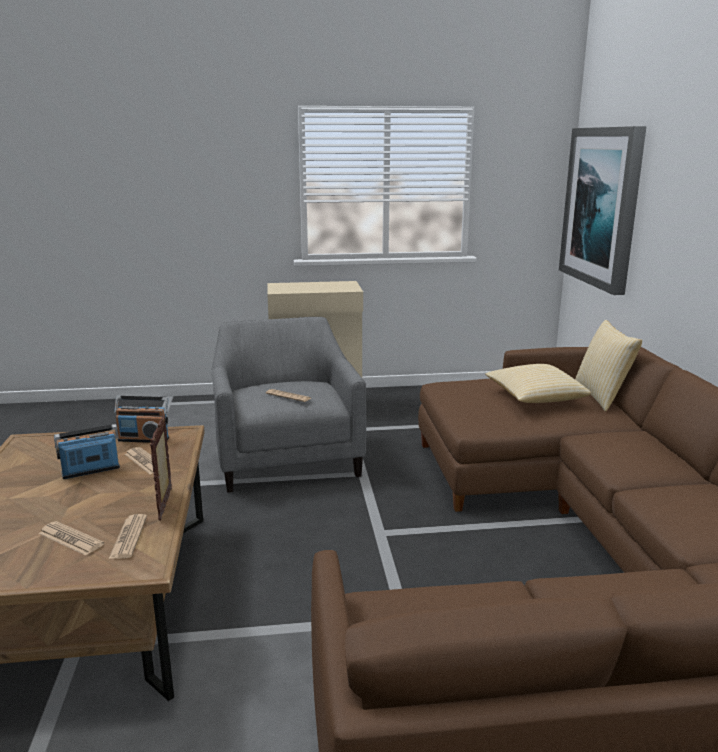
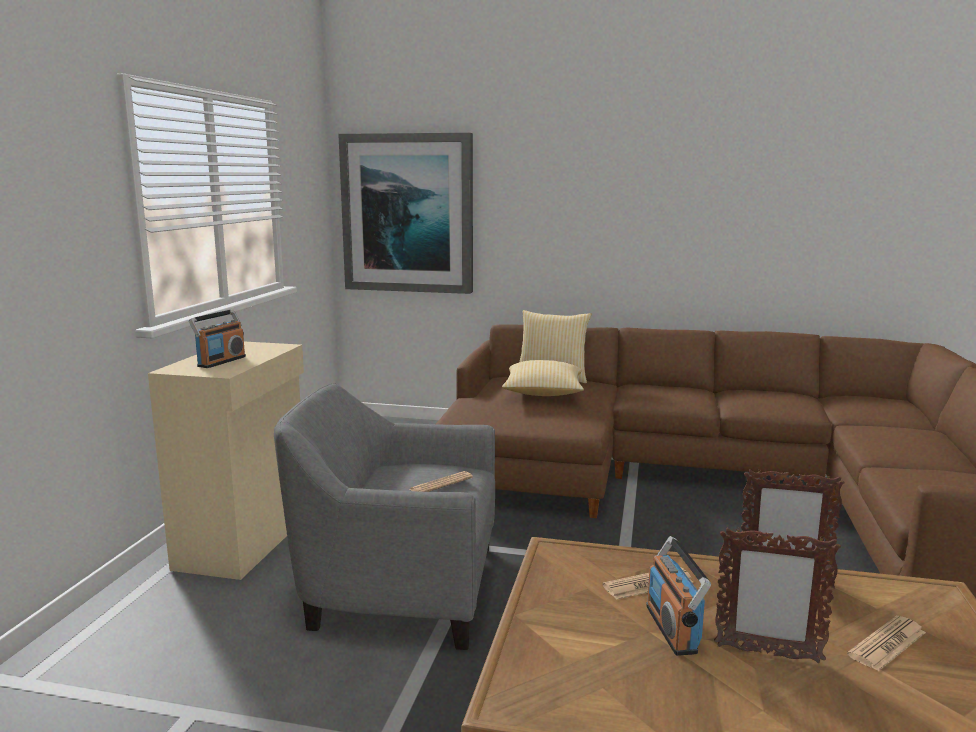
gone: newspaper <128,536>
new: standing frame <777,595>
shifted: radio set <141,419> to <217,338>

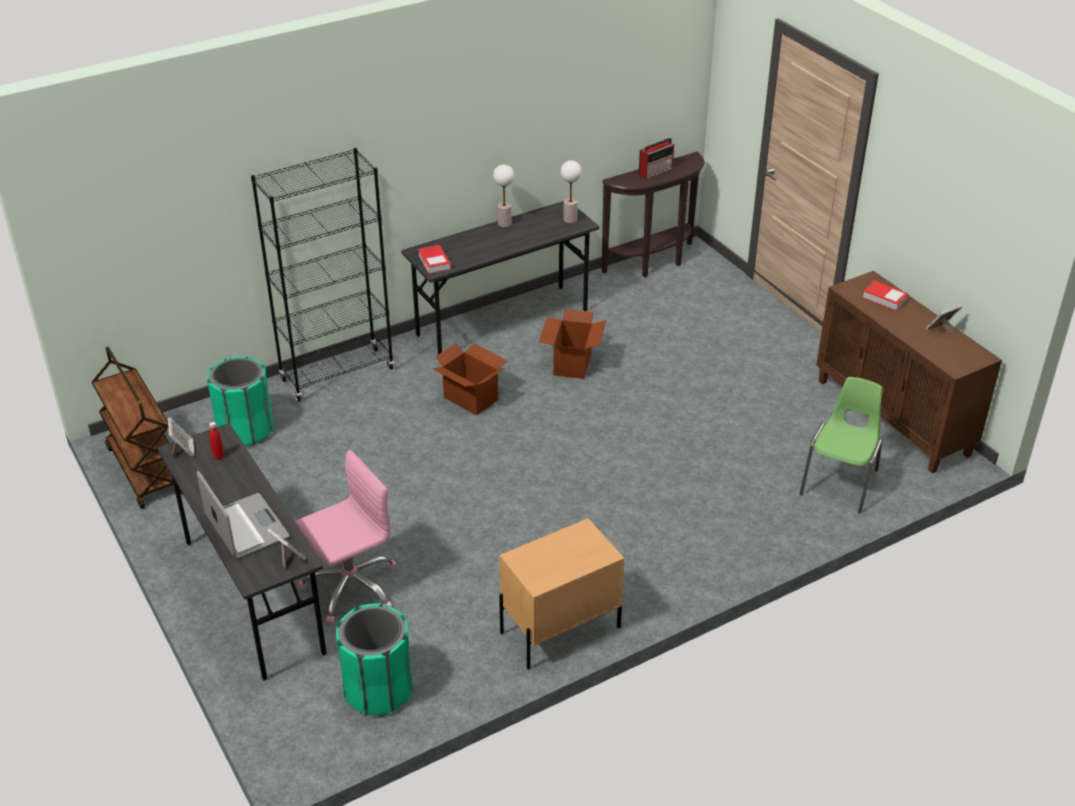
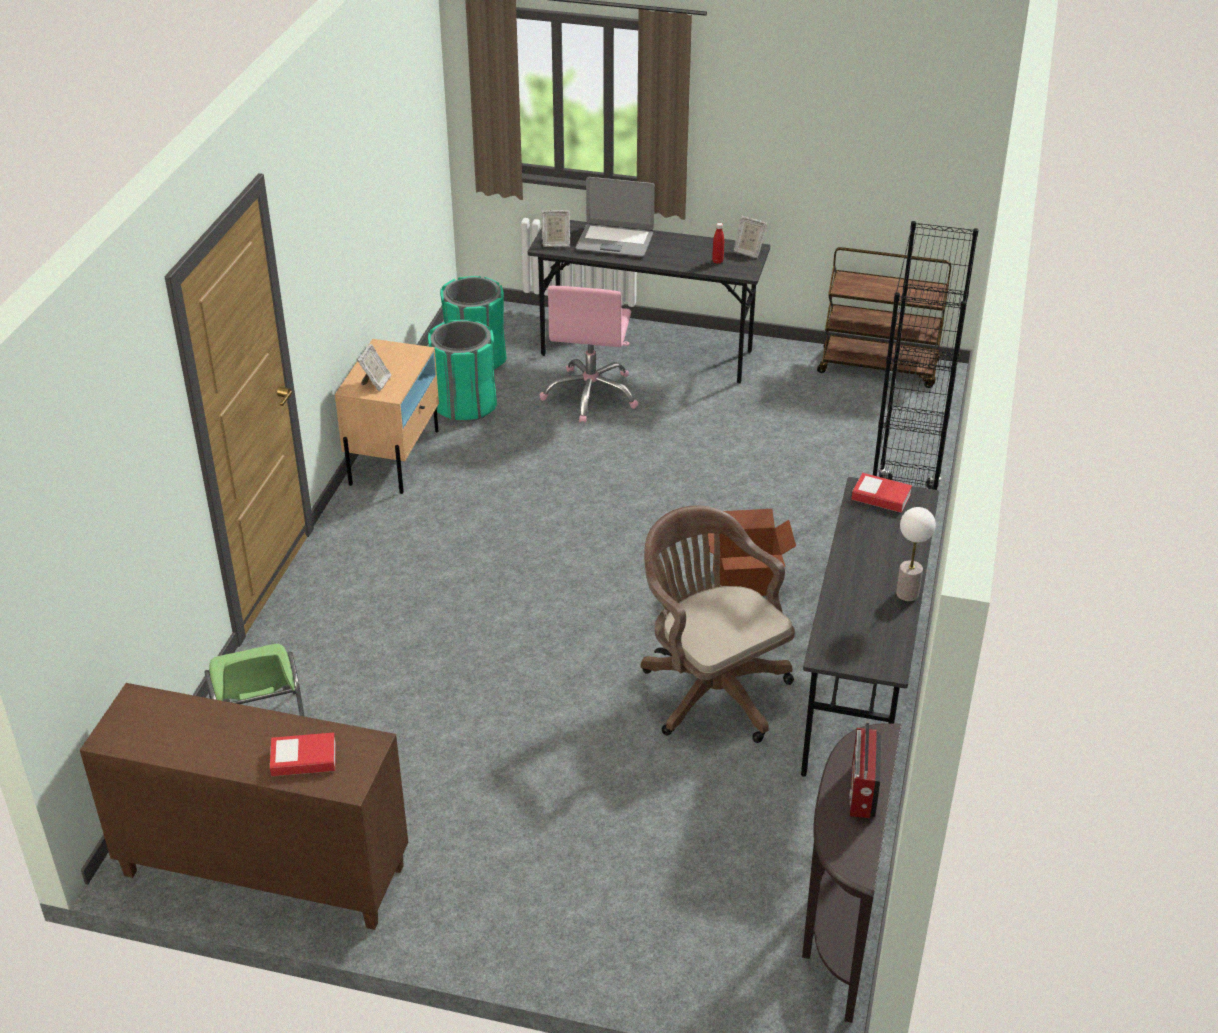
gone: tabletop lamp <571,191>
shifted: standing frame <944,319> to <374,367>; greenish waste bin <240,401> to <462,371>
swapped: cardboard box <572,344> to brown-coloured desk chair <718,624>

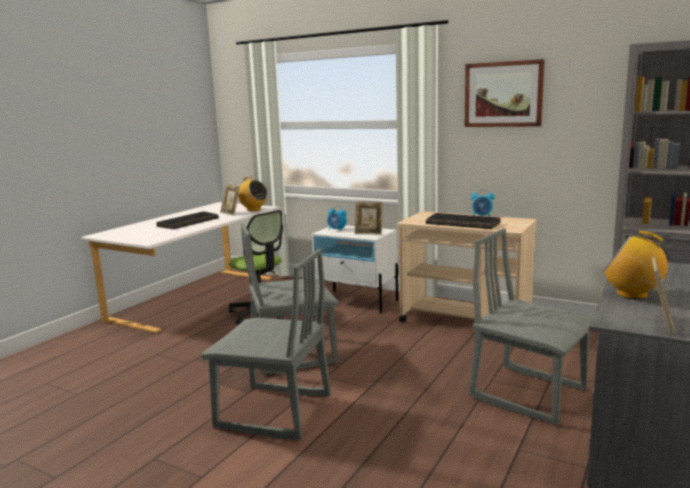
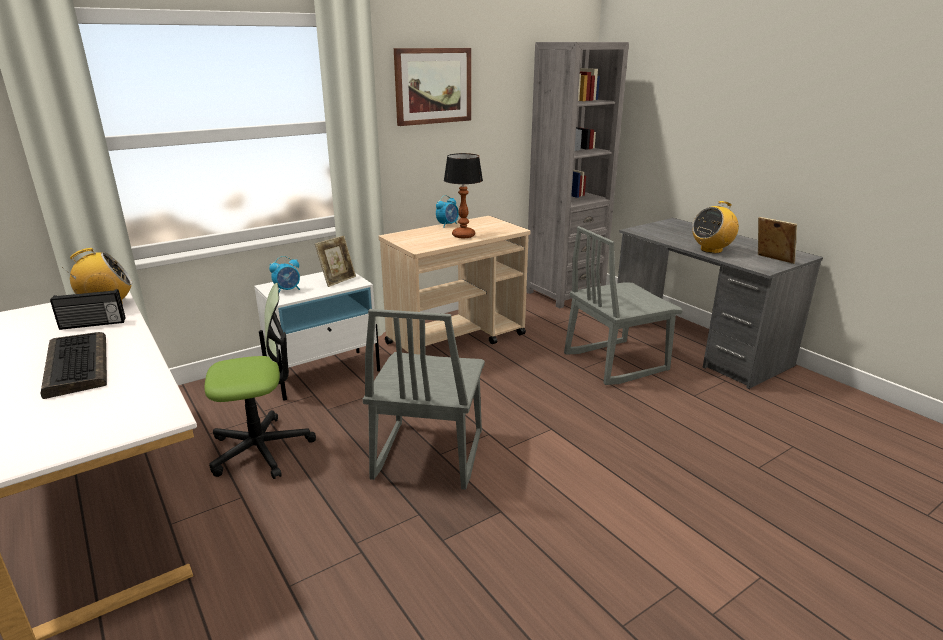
gone: greyish plain chair <266,344>
swapped: standing frame <230,200> to radio set <88,309>; computer keyboard <463,221> to tabletop lamp <463,195>

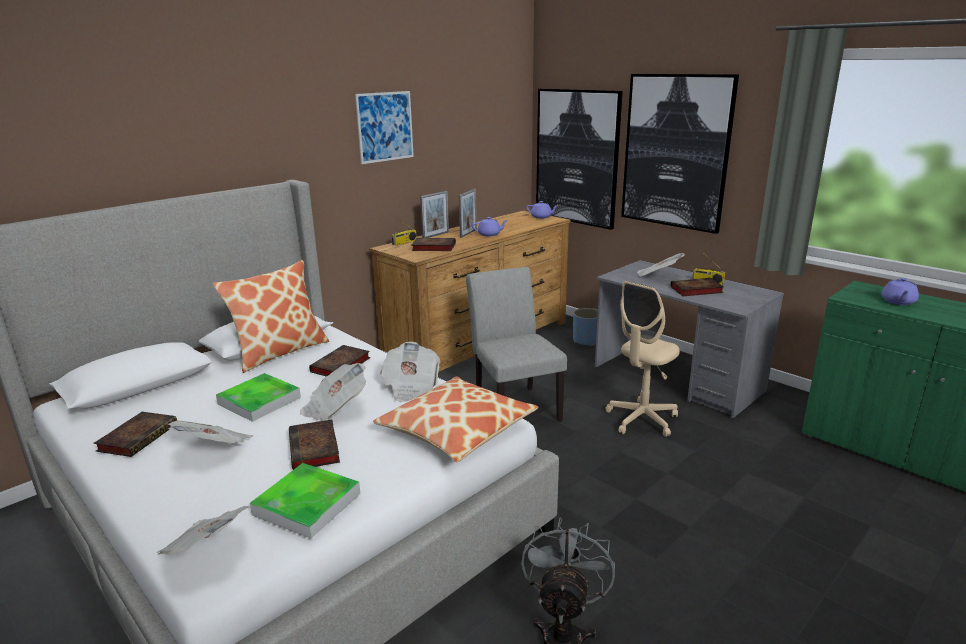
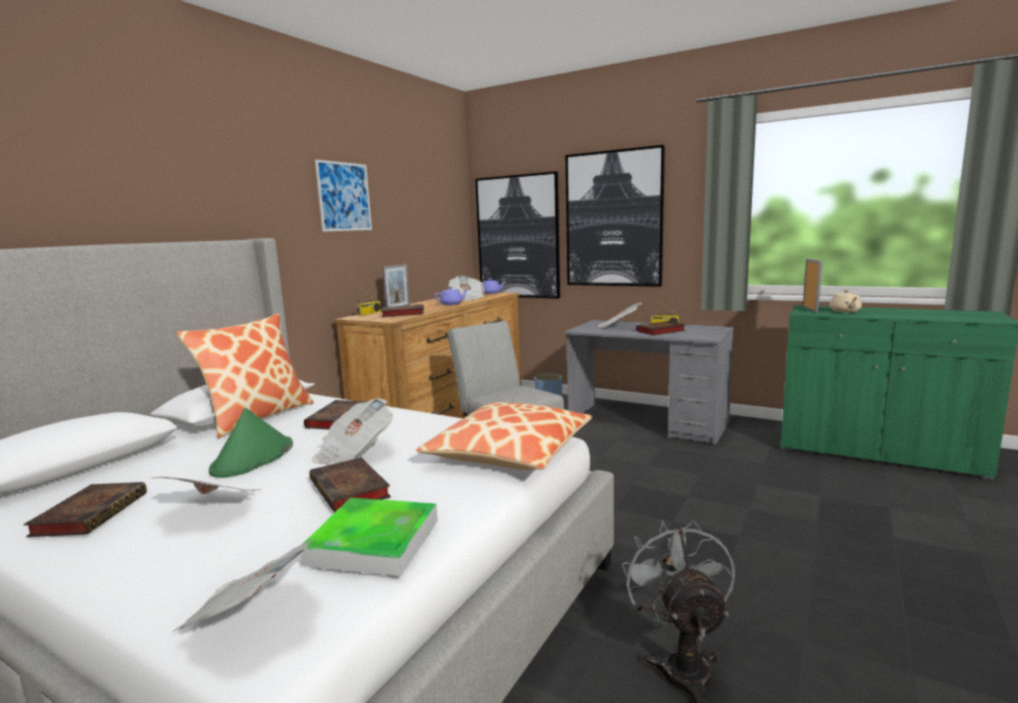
gone: beige desk chair <642,359>
shifted: standing frame <468,213> to <812,286>; newspaper <410,372> to <466,288>
swapped: serving tray <258,397> to greenish hat <251,443>
repainted: purplish tea pot <900,291> to beige tea pot <846,301>

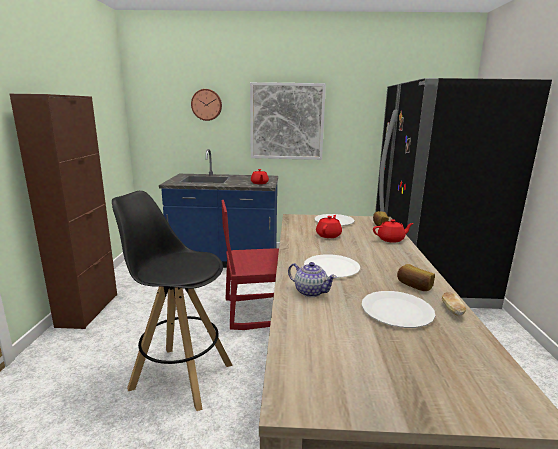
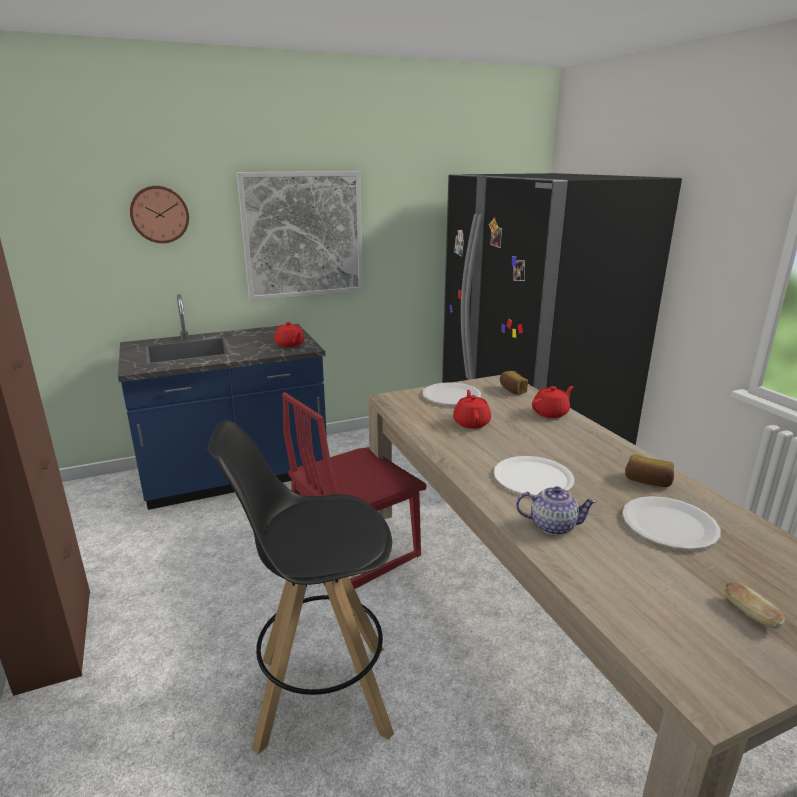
shifted: bread <454,304> to <754,604>

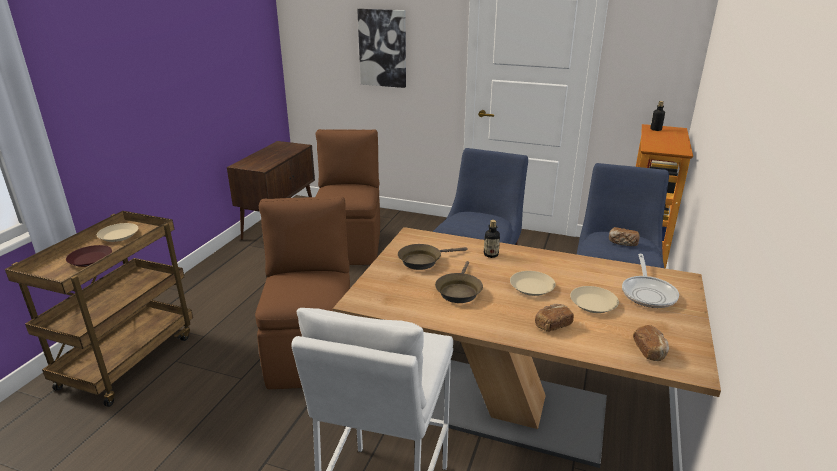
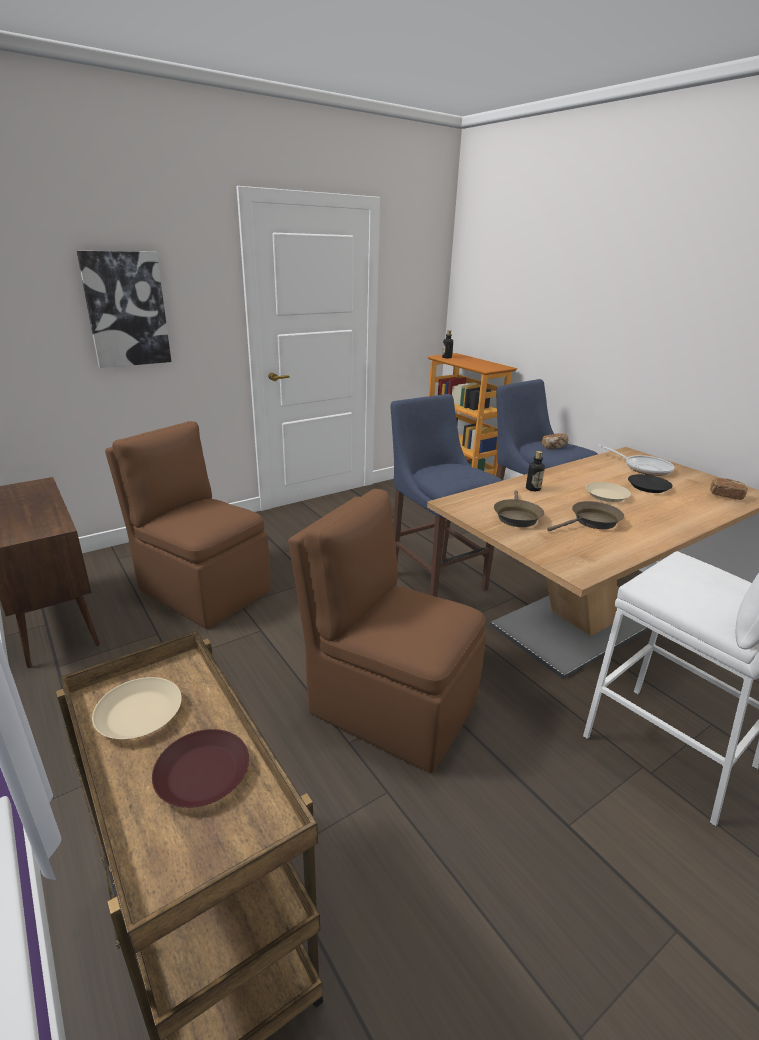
gone: bread <554,318>
repainted: beige dinner plate <594,299> to blackish dinner plate <650,483>
rotated: brown-coloured pan <459,282> = <585,516> 75 degrees counterclockwise

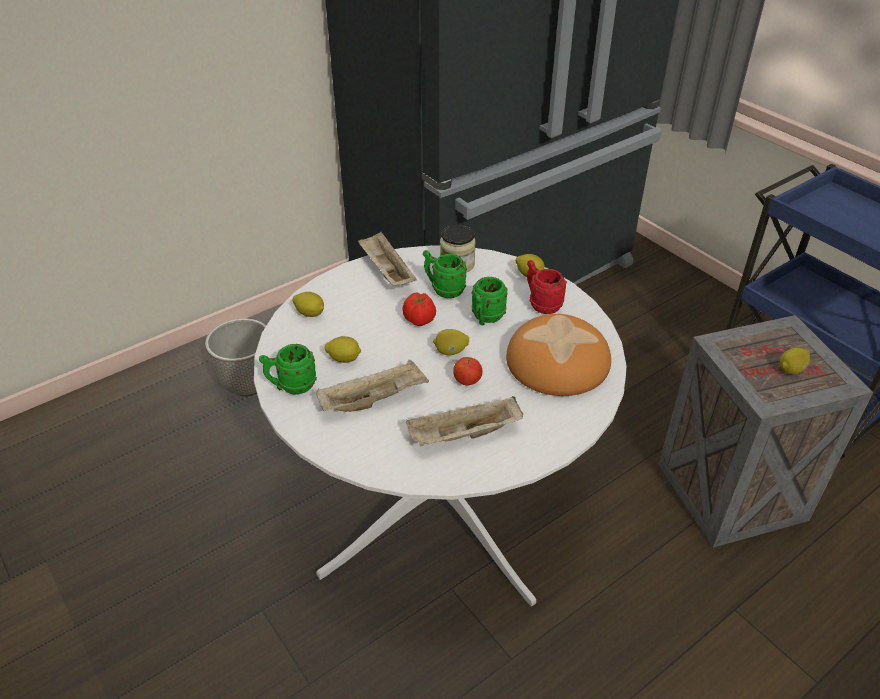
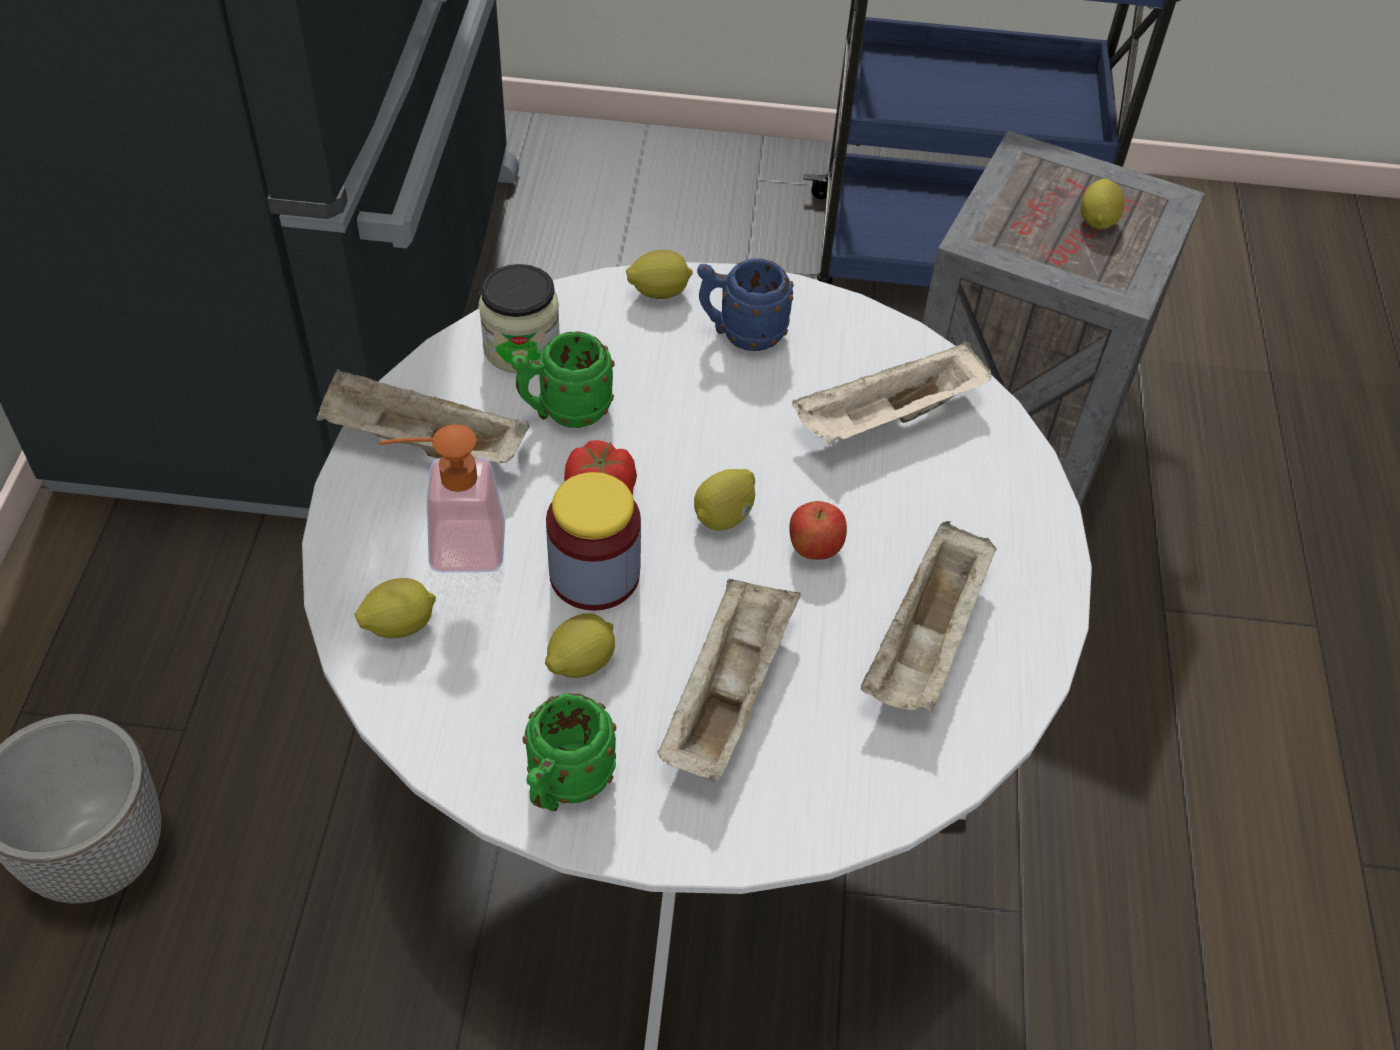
gone: greenish tea mug <489,301>
new: soap bottle <442,498>; jar <593,541>
swapped: bread <558,355> to beige serving tray <891,393>
repainted: reddish tea mug <547,287> to blue tea mug <745,304>

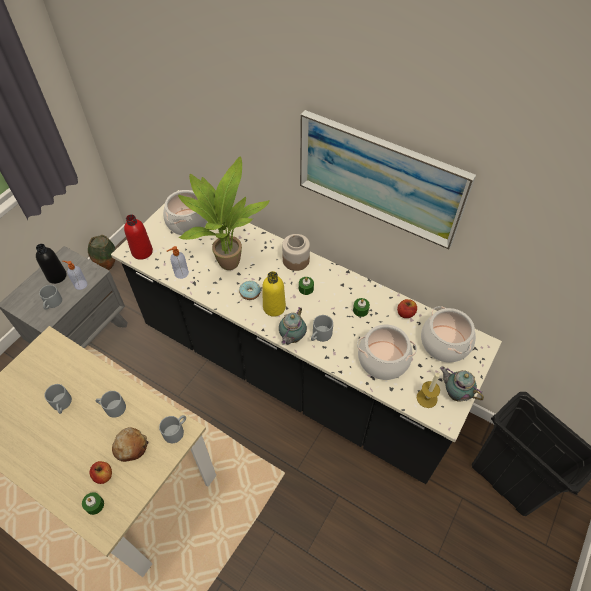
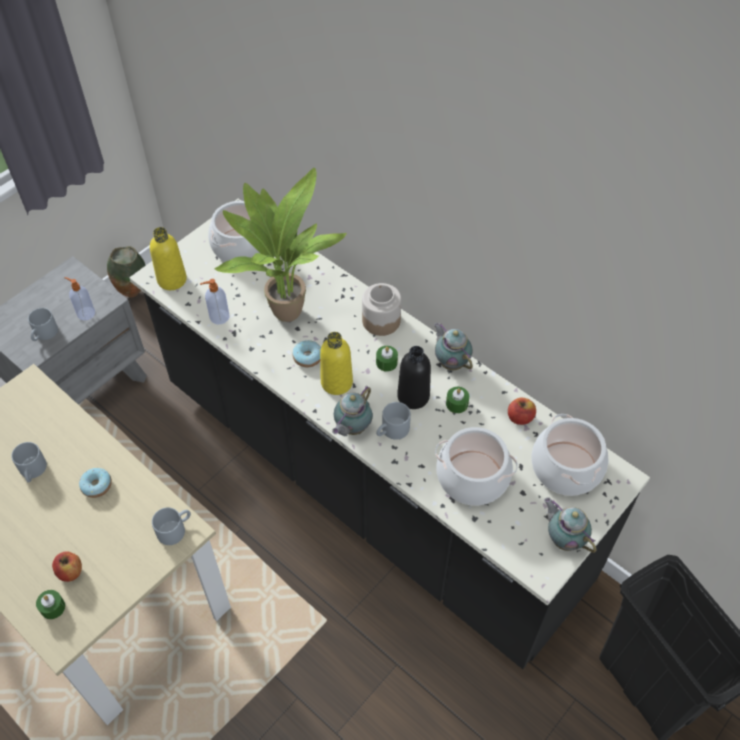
gone: picture <388,179>; wax candle <428,390>; bread <130,445>
new: tea pot <453,346>
shifted: blackish bottle <51,264> to <414,377>
swapped: greyish tea mug <111,404> to ring doughnut <95,483>
repainted: reddish bottle <138,237> to yellow-coloured bottle <168,258>

